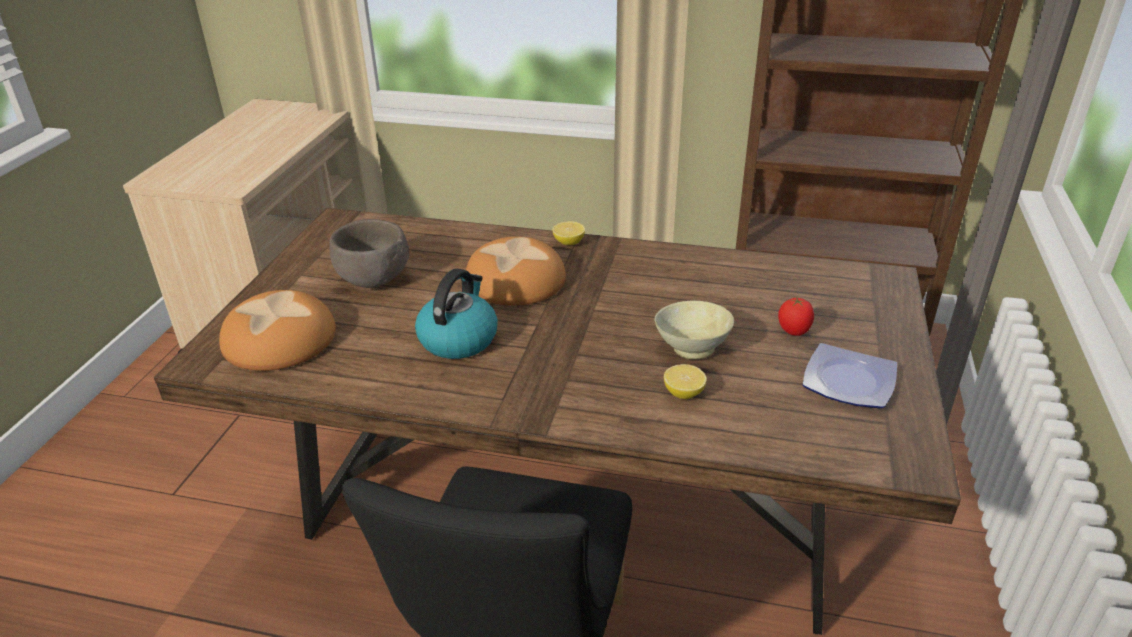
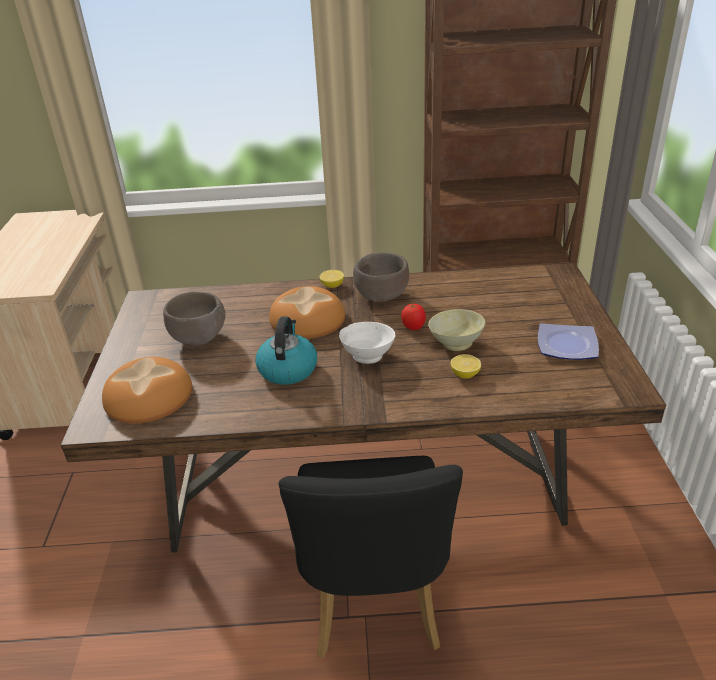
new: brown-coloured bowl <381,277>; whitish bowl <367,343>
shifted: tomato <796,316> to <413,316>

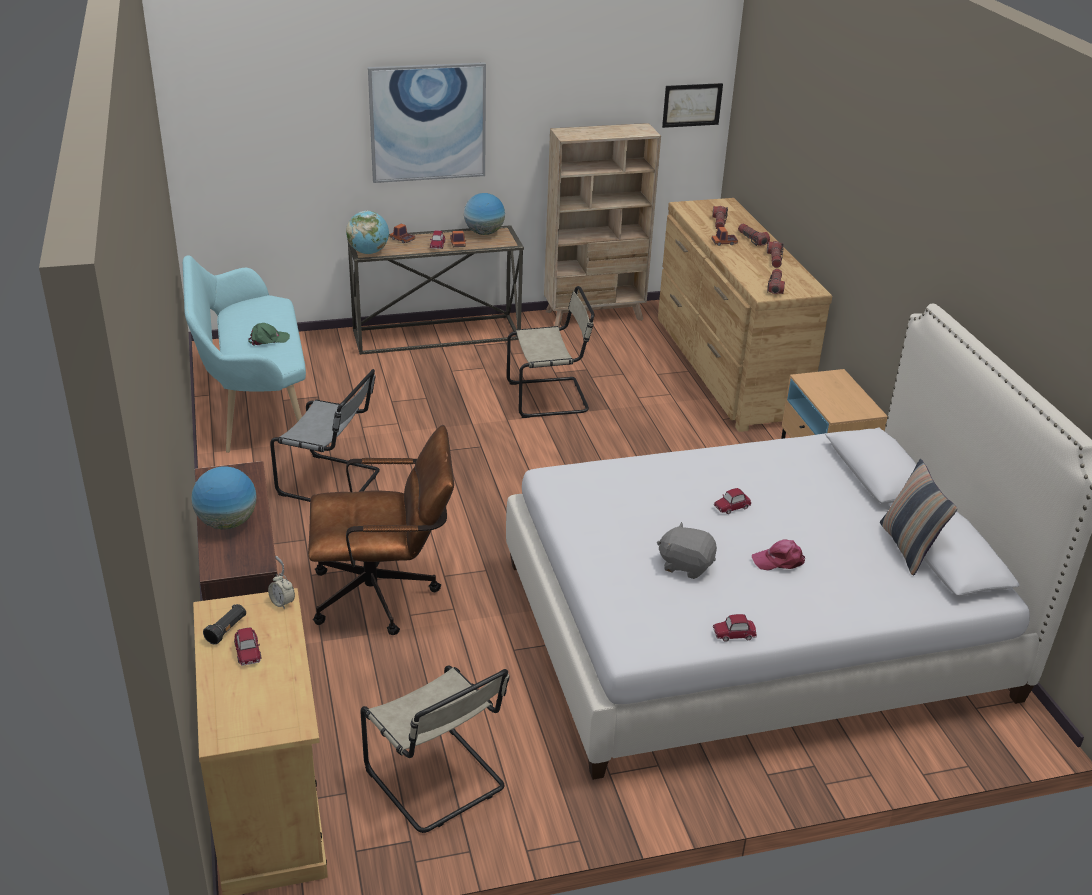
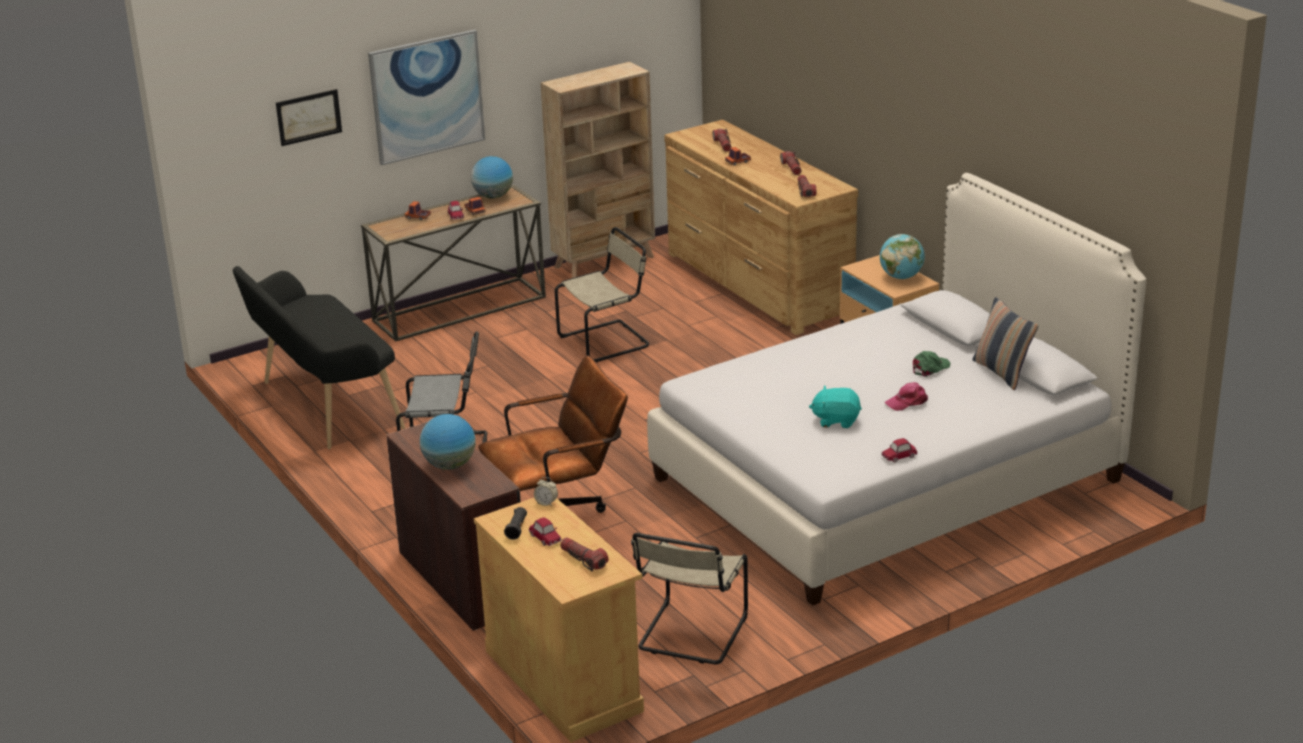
gone: model car <733,501>
shifted: picture <692,105> to <309,117>; globe <367,232> to <902,256>; hand torch <754,234> to <584,554>; greenish baseball cap <269,334> to <931,364>
repainted: turquoise indoor bench <244,354> to blackish indoor bench <319,357>; greyish soft toy <687,550> to turquoise soft toy <835,407>
rotated: beige plain chair <435,749> = <689,598> 75 degrees clockwise

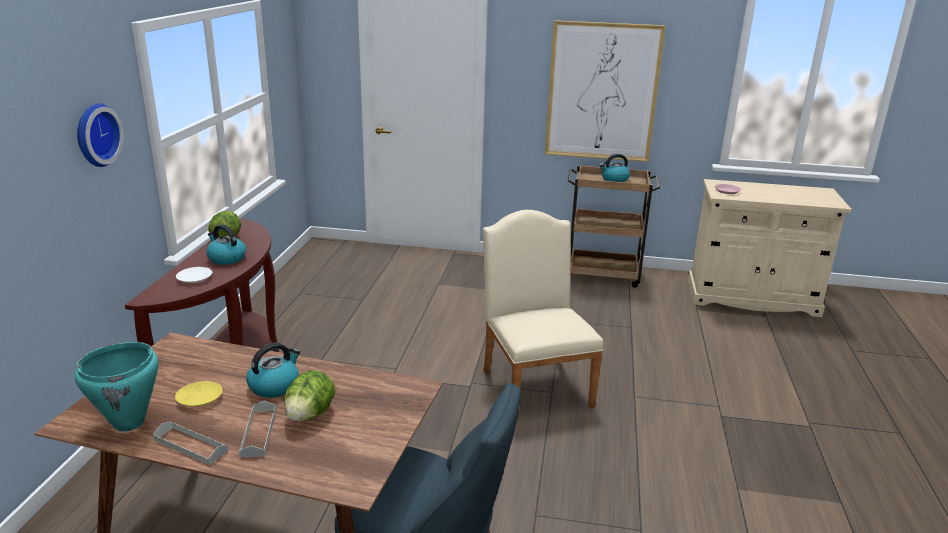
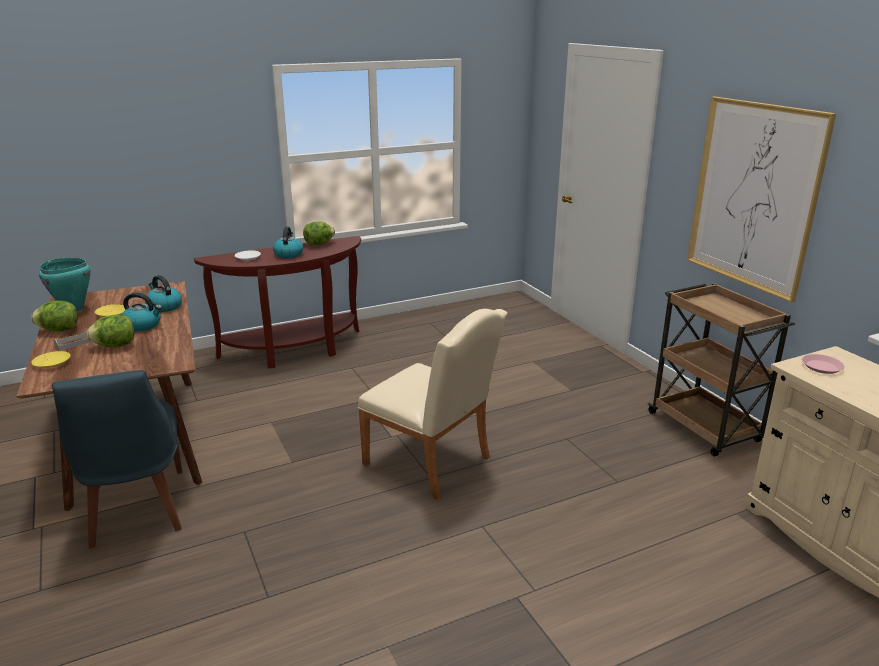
gone: clock on the wall <100,135>
new: yellow-coloured dinner plate <51,359>
shifted: tea kettle <615,168> to <163,293>
swapped: greyish serving tray <190,443> to head of lettuce <54,316>
rotated: beige plain chair <543,315> = <432,404> 90 degrees clockwise

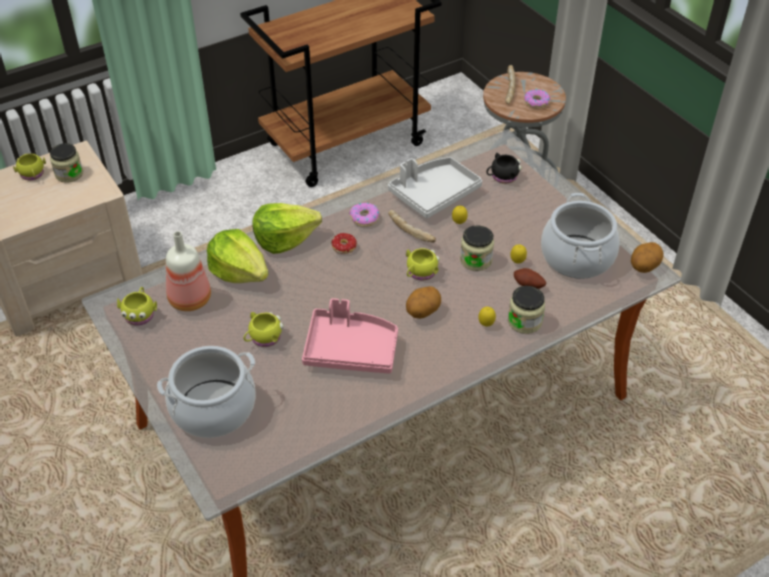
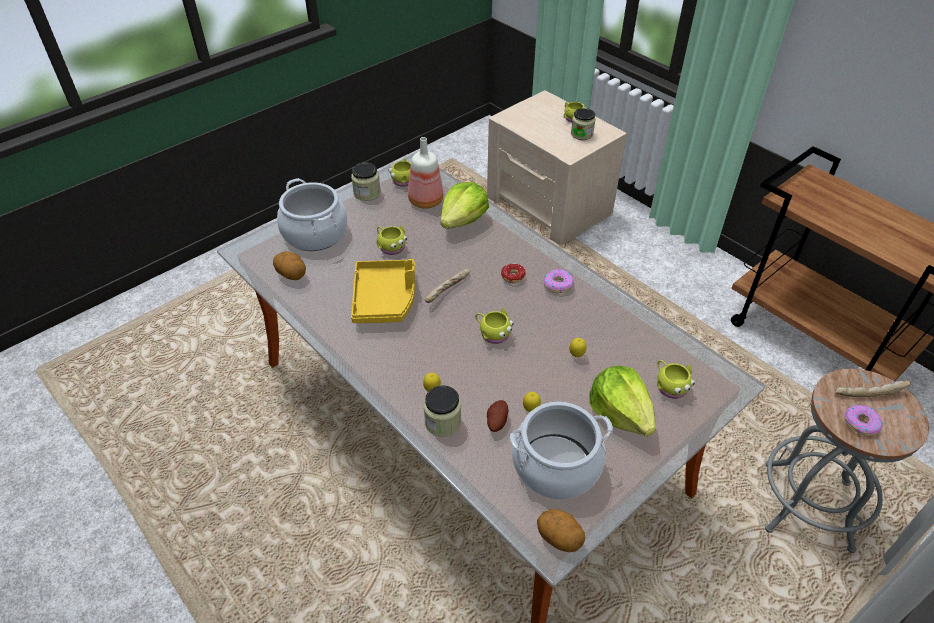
gone: greyish serving tray <435,187>
shifted: head of lettuce <287,228> to <622,401>; bread <412,226> to <447,286>; jar <477,248> to <366,181>; whole potato <423,302> to <289,265>
repainted: blackish tea mug <504,168> to yellow-coloured tea mug <676,379>; pinkish serving tray <350,336> to yellow-coloured serving tray <383,291>

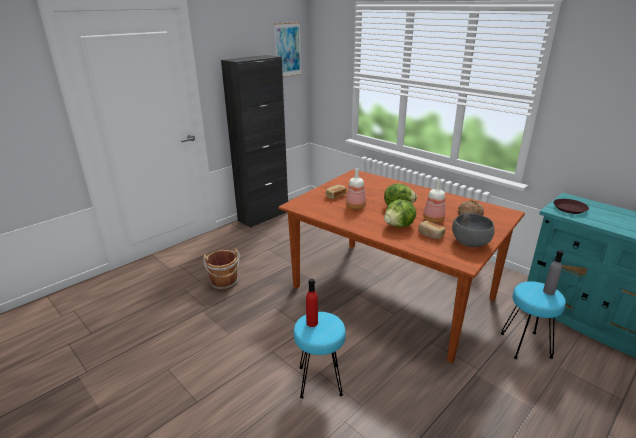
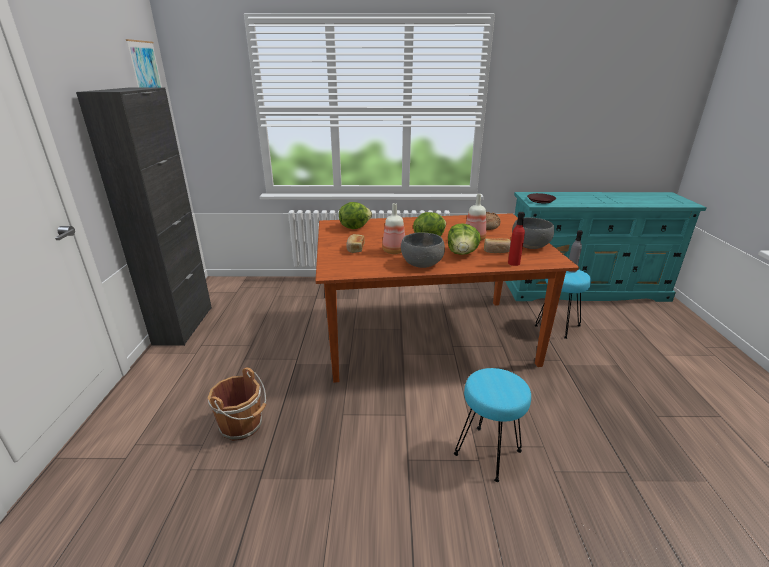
new: head of lettuce <355,215>; greyish bowl <423,250>
shifted: reddish bottle <312,302> to <516,239>

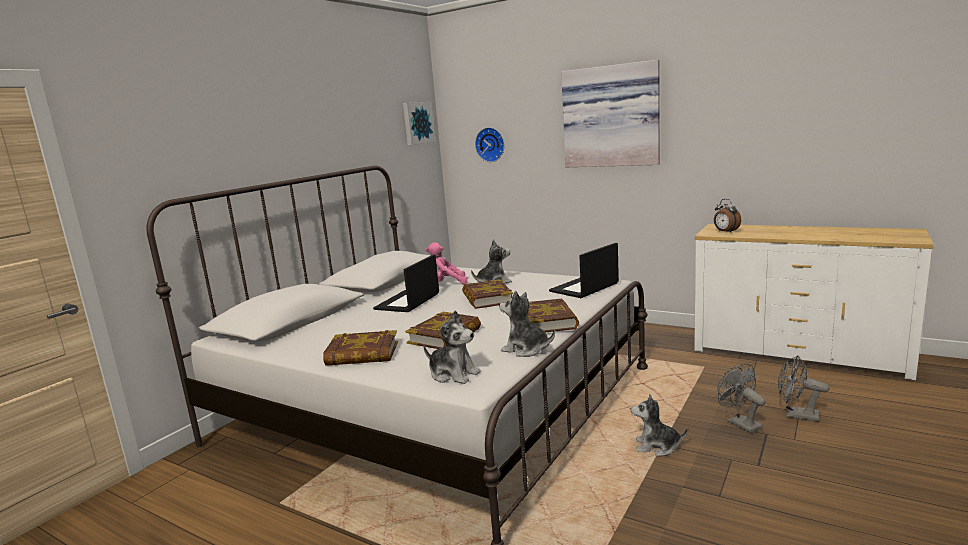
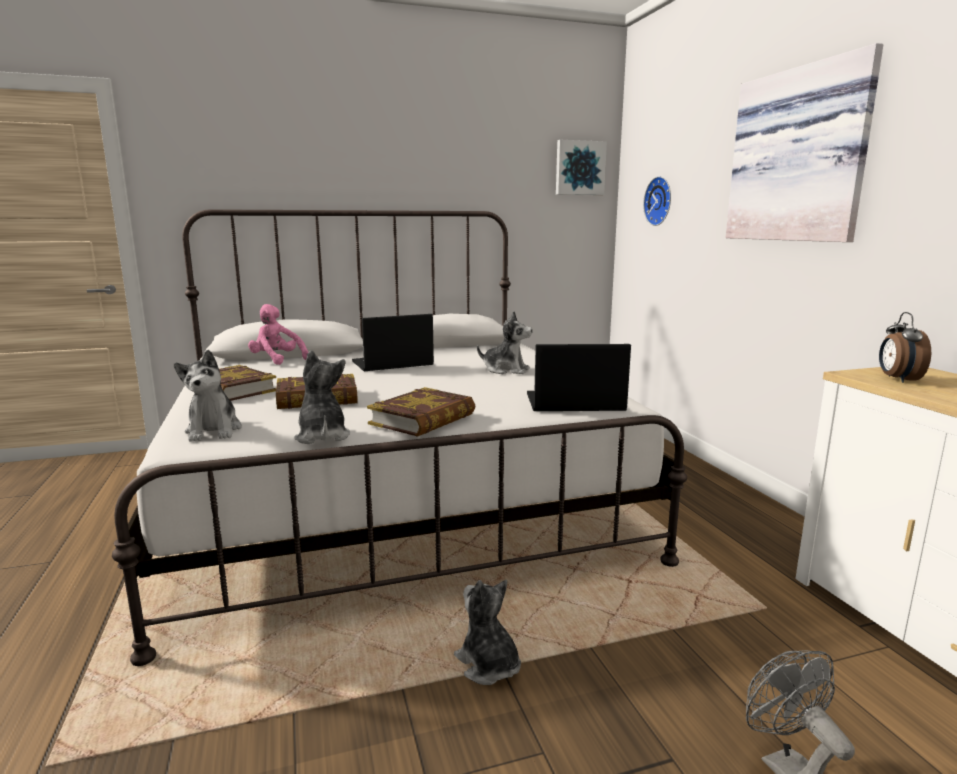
gone: volume <487,294>; greyish electric fan <741,398>
shifted: pinkish soft toy <446,263> to <278,334>

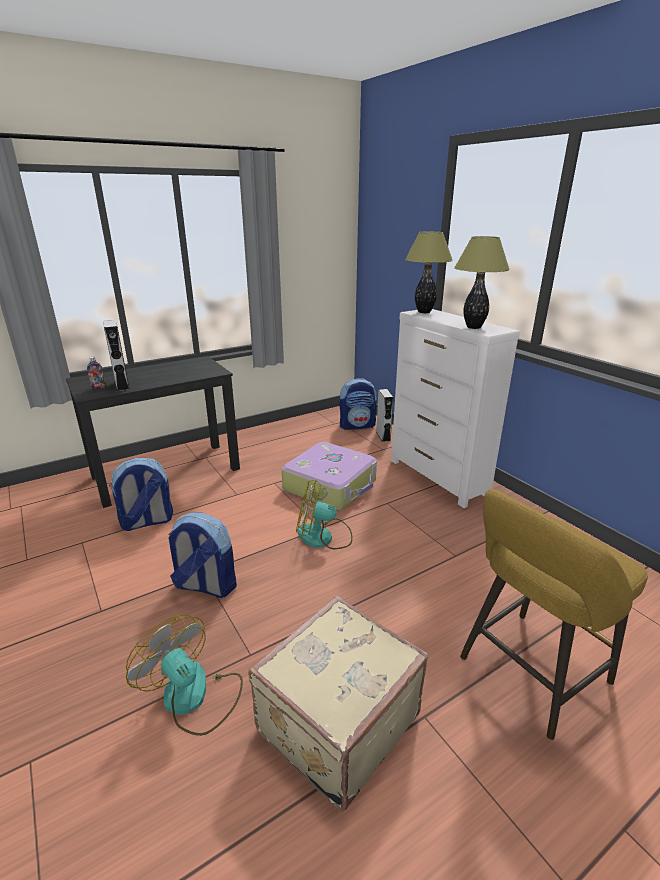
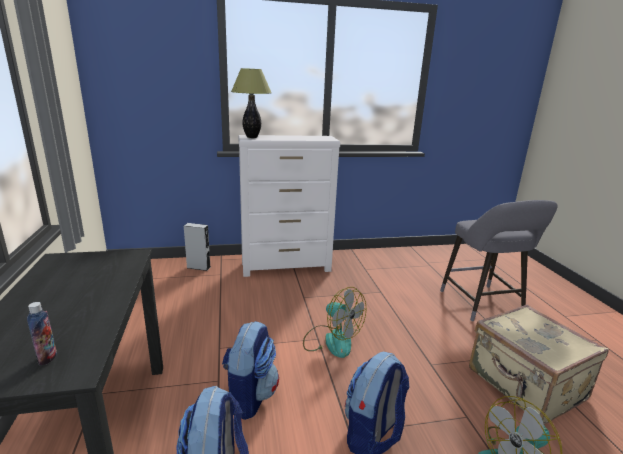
gone: tabletop lamp <482,282>; greyish loudspeaker <116,355>; suitcase <329,476>
shifted: rucksack <358,404> to <250,370>
repainted: yellow-coloured stool <554,614> to greyish stool <498,260>
rotated: electric fan <324,514> = <334,322> 75 degrees counterclockwise

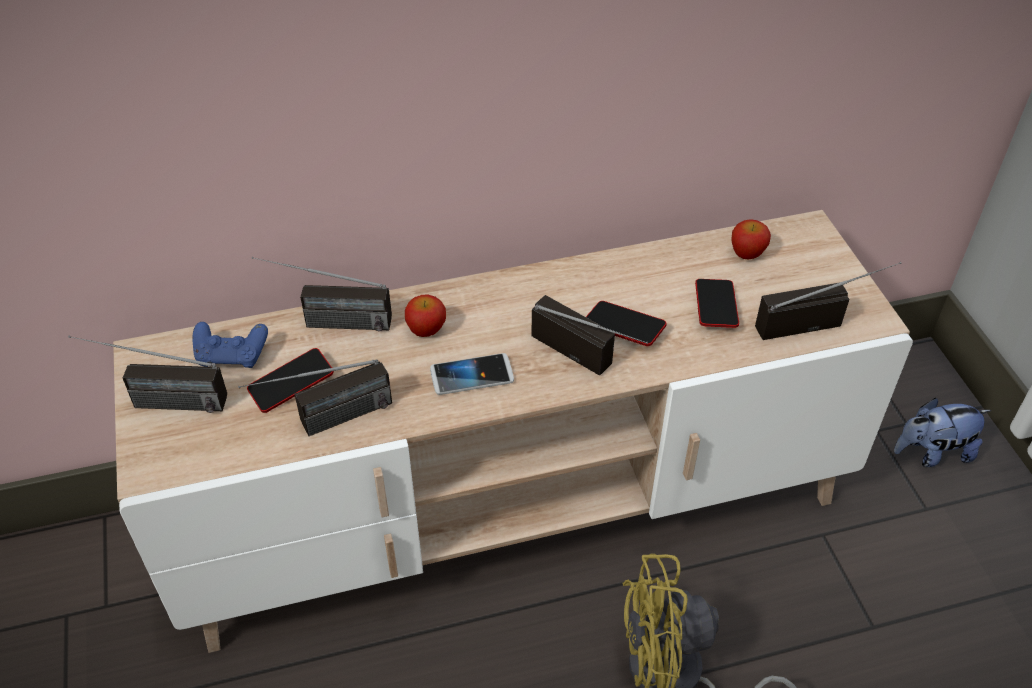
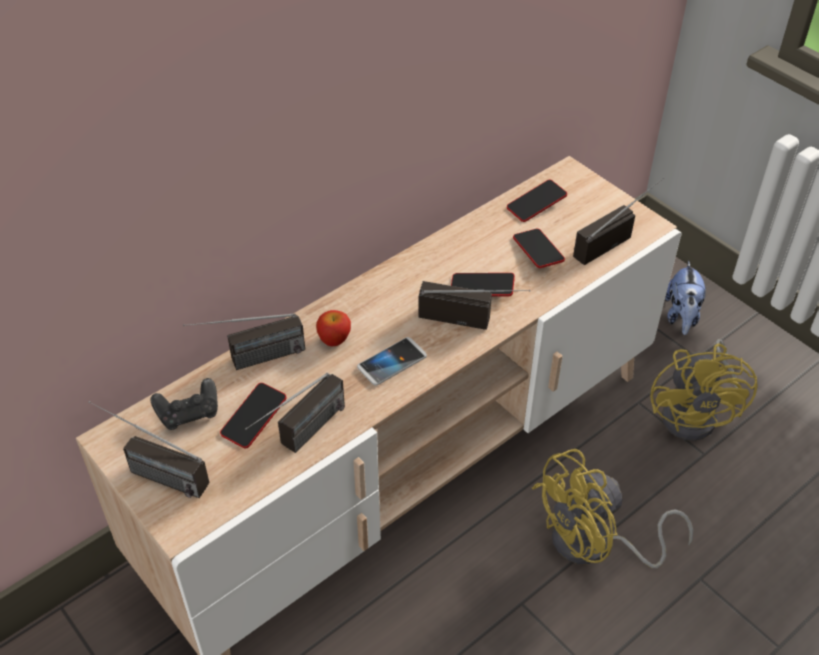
new: yellow-coloured electric fan <704,390>
swapped: apple fruit <751,239> to handset <537,201>
repainted: blue gamepad <230,345> to blackish gamepad <184,404>
rotated: radio set <147,374> = <148,449> 45 degrees clockwise; soft toy <942,432> = <685,298> 45 degrees counterclockwise

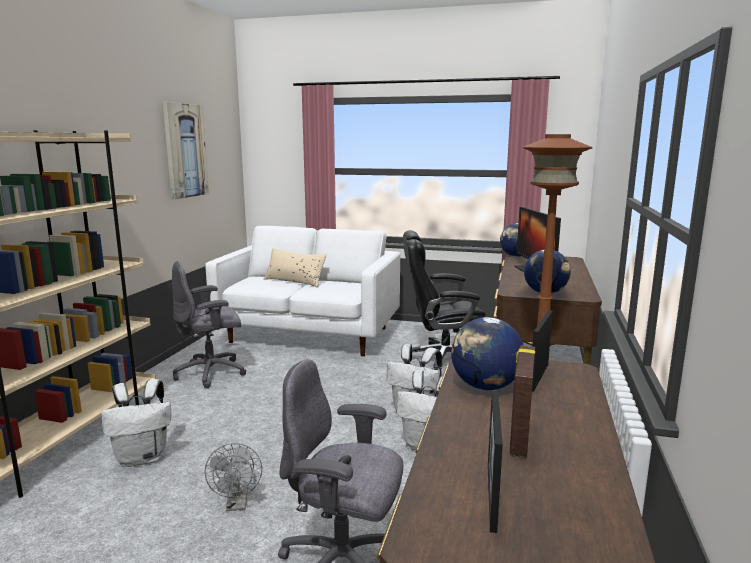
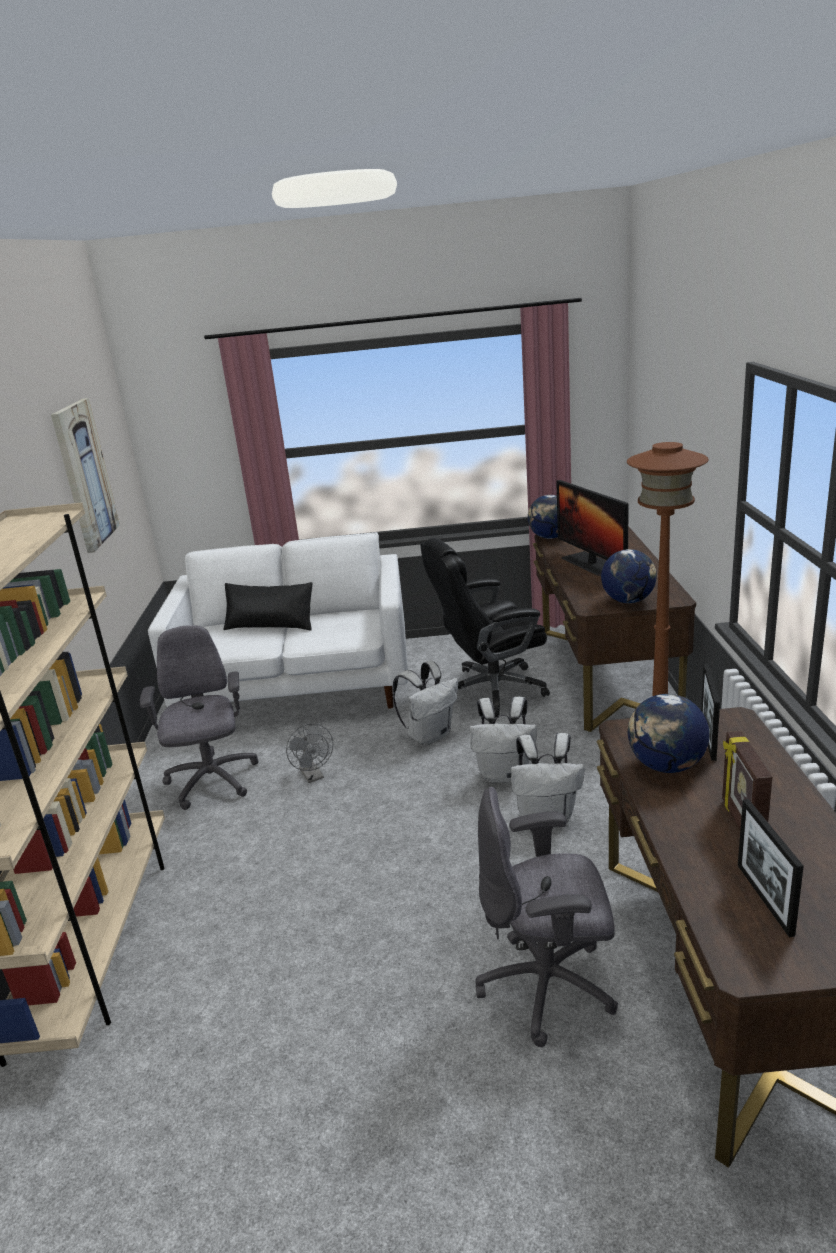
shifted: whitish rucksack <136,423> to <425,703>; greyish electric fan <233,477> to <309,753>
repainted: beige pillow <295,268> to blackish pillow <268,606>
rotated: greyish desk chair <209,324> = <199,717> 120 degrees clockwise

